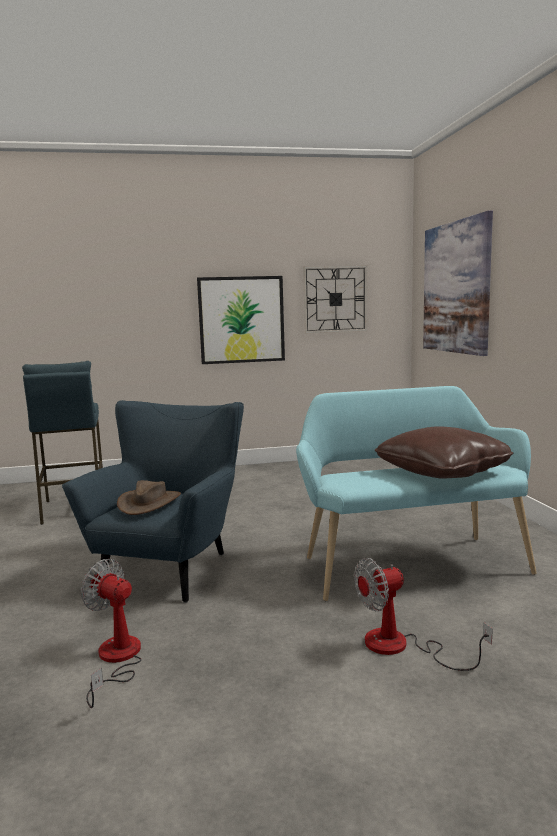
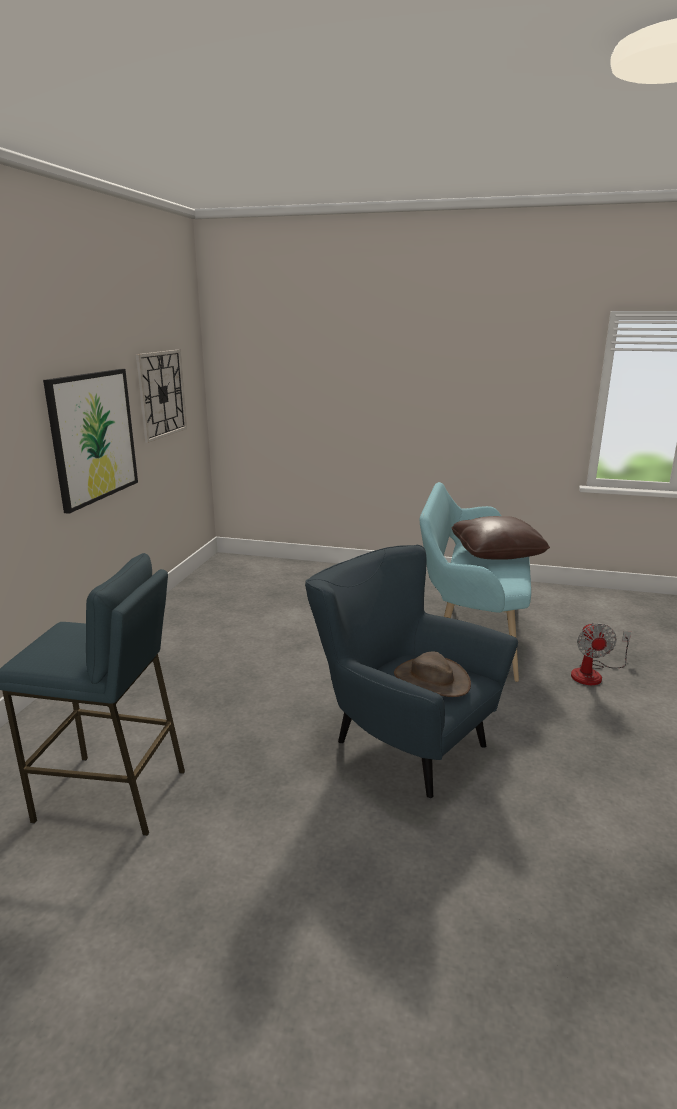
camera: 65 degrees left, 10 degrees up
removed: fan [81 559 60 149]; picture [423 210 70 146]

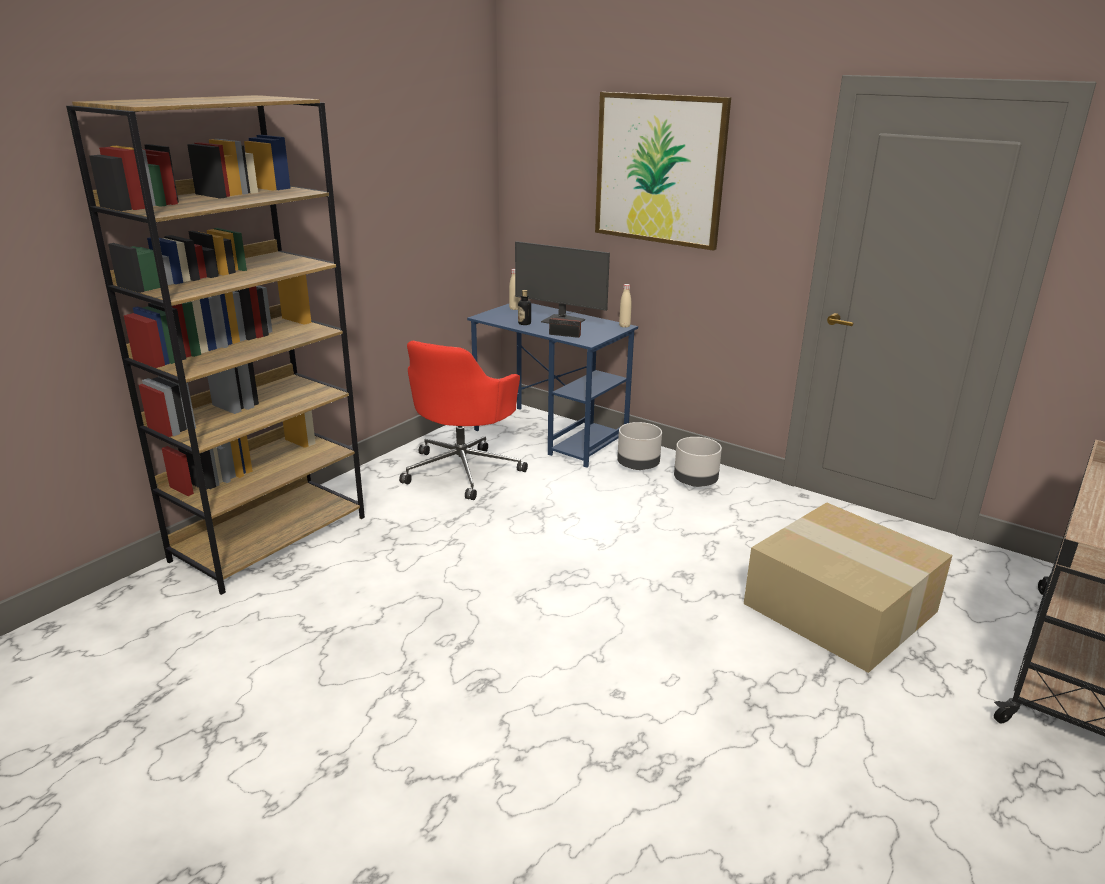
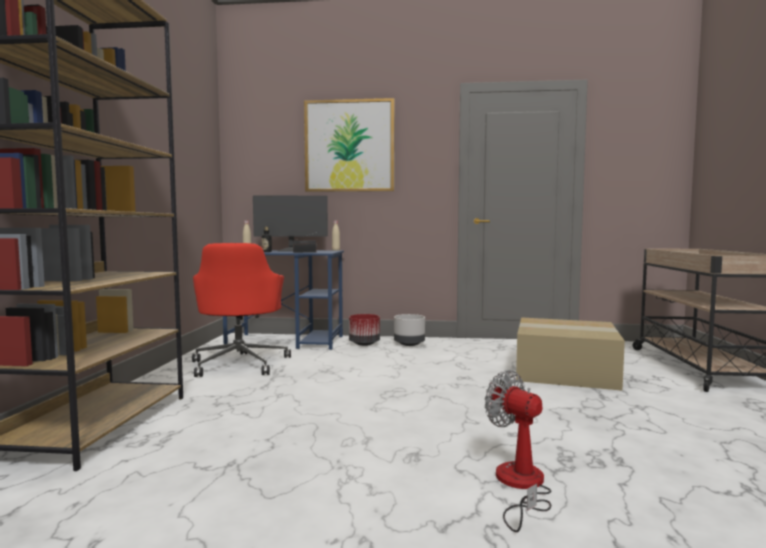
camera: 30 degrees left, 20 degrees down
added: fan [485 370 67 162]
recoloured: greyish_plant_pot [617 422 45 48] to red-coloured_plant_pot [349 314 31 32]

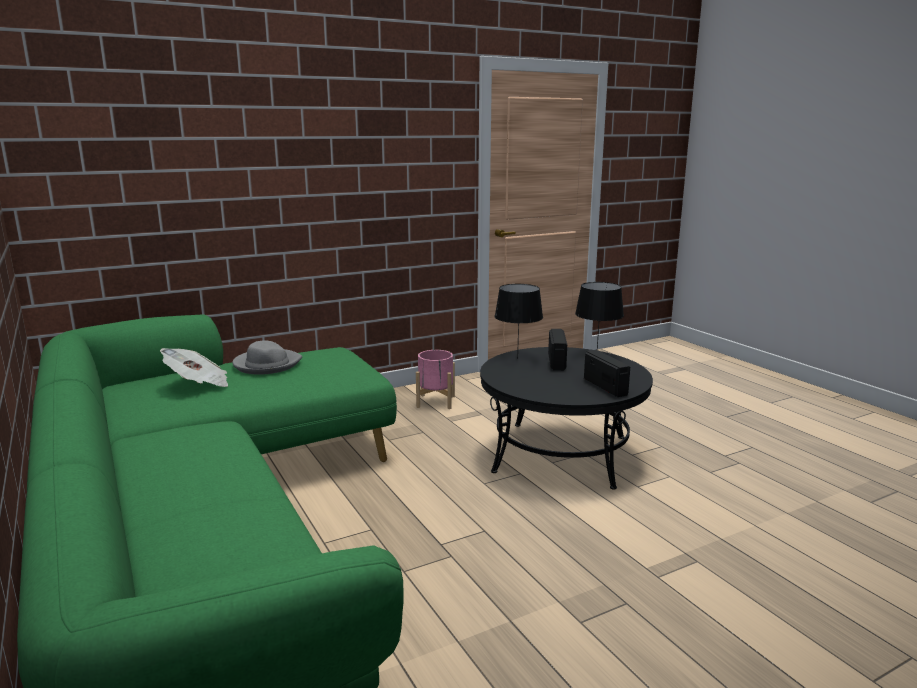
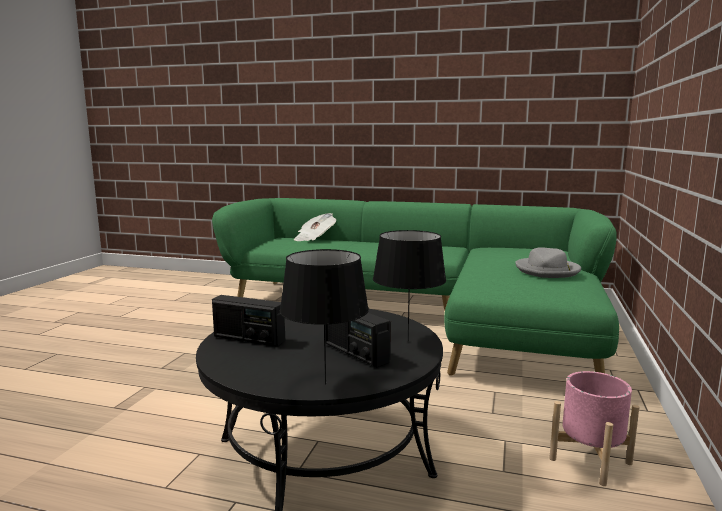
camera: 135 degrees right, 5 degrees down
moved: printed_paper [160 348 68 39] to [294 213 42 28]

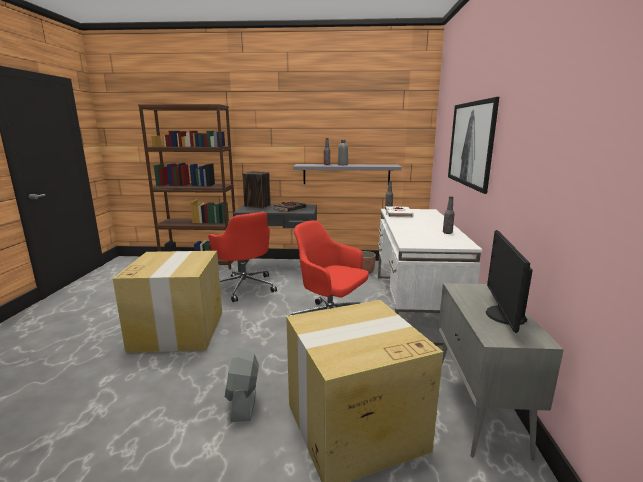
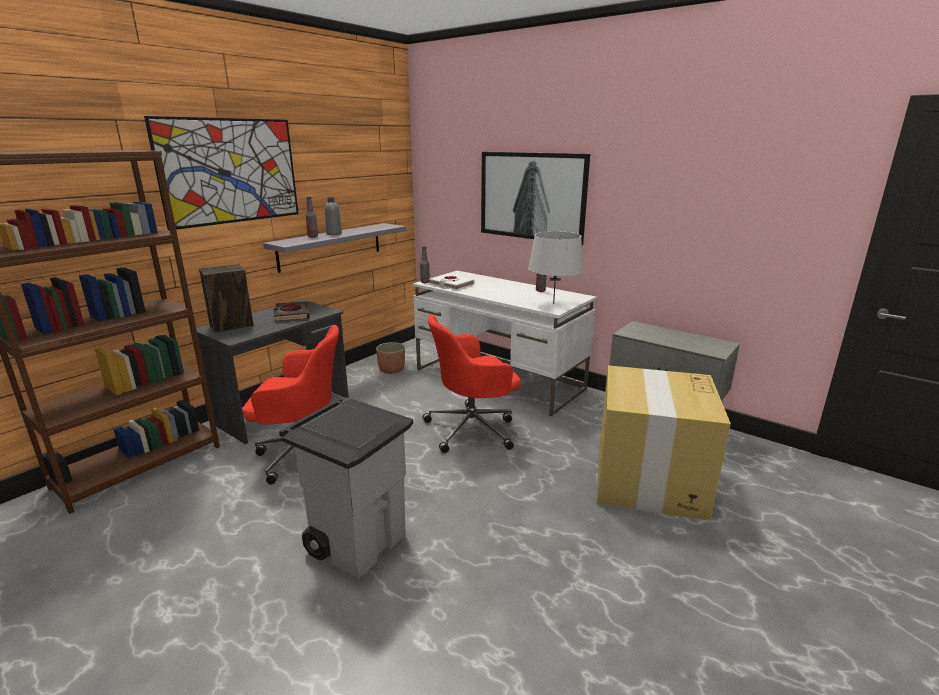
camera: 55 degrees left, 5 degrees up
removed: greyish_fan [225 348 34 74]; computer_screen [486 230 47 103]
added: picture [144 116 155 114]; greyish_tabletop_lamp [528 231 56 73]
replaced: carton [113 251 109 102] to greyish_waste_bin [279 398 134 181]

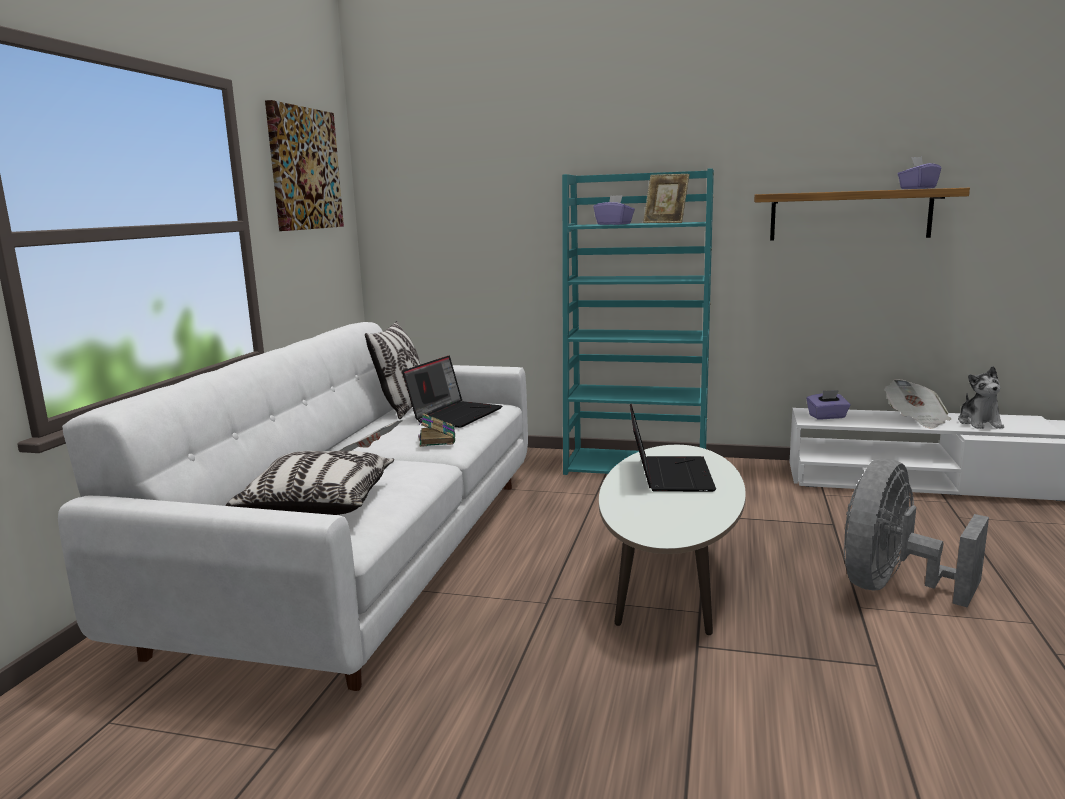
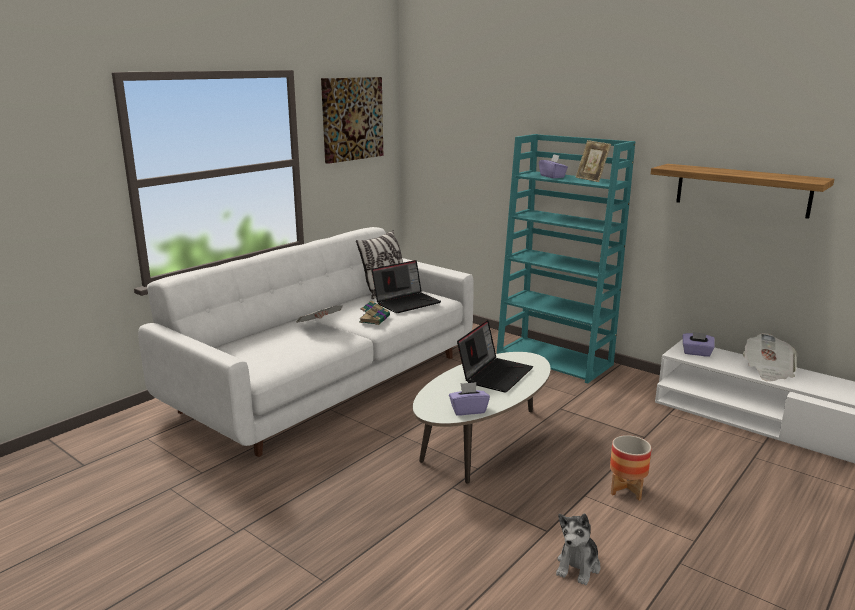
camera: 25 degrees right, 5 degrees up
removed: pillow [226 451 168 64]
moved: purple_tissue_holder [898 157 43 32] to [449 382 41 33]; plush_toy [958 366 46 63] to [556 513 45 72]
replaced: greyish_fan [844 459 145 149] to plant_pot [610 435 42 66]

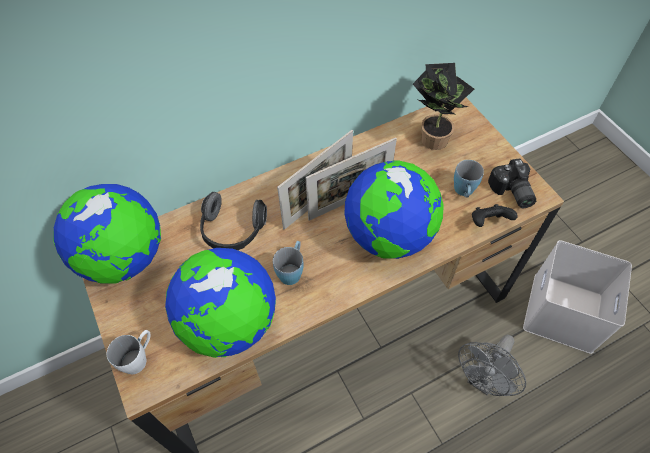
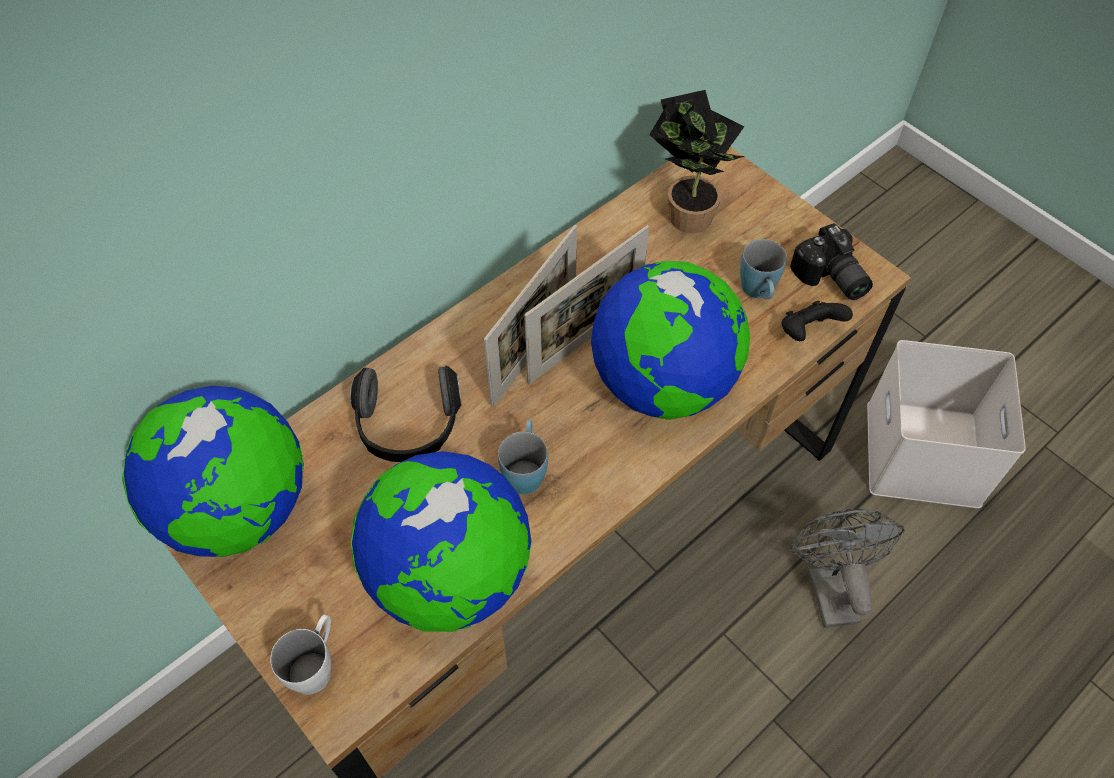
camera: 15 degrees left, 0 degrees up
turned: greyish_fan [458 335 68 61] = [790 509 115 119] 150 degrees clockwise

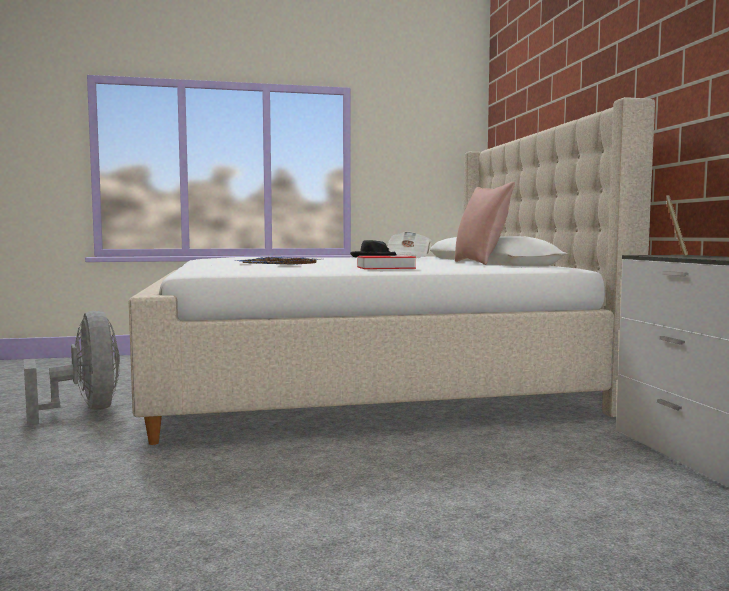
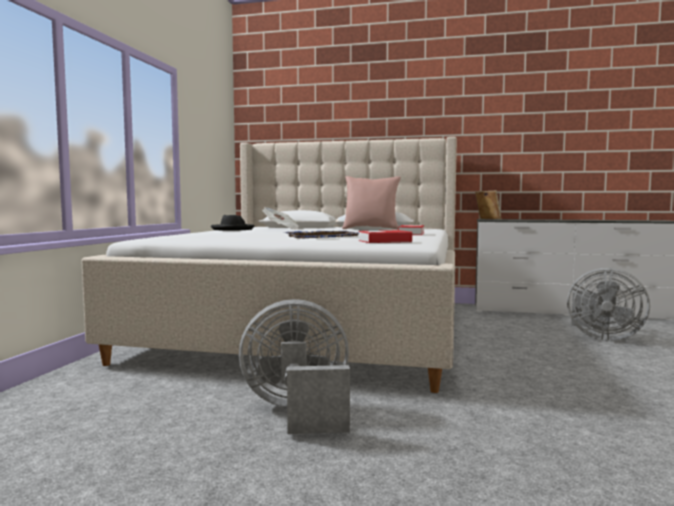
camera: 65 degrees left, 0 degrees up
added: book [359 230 53 13]; greyish_fan [567 268 83 73]

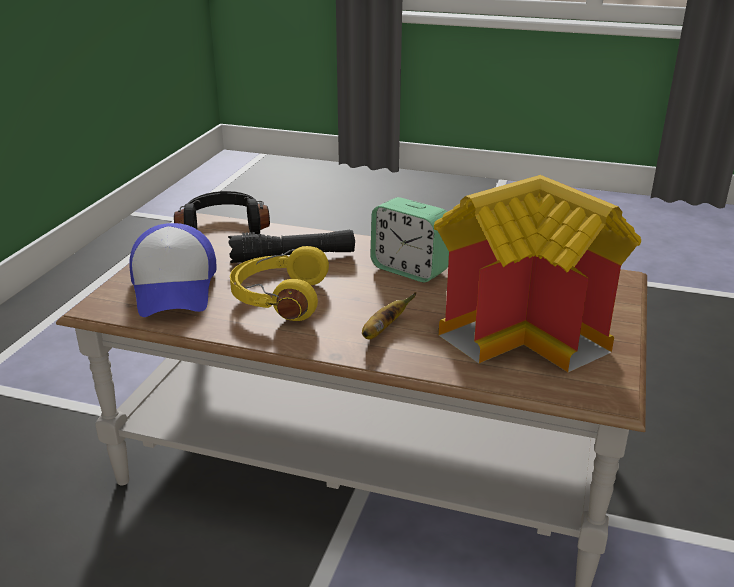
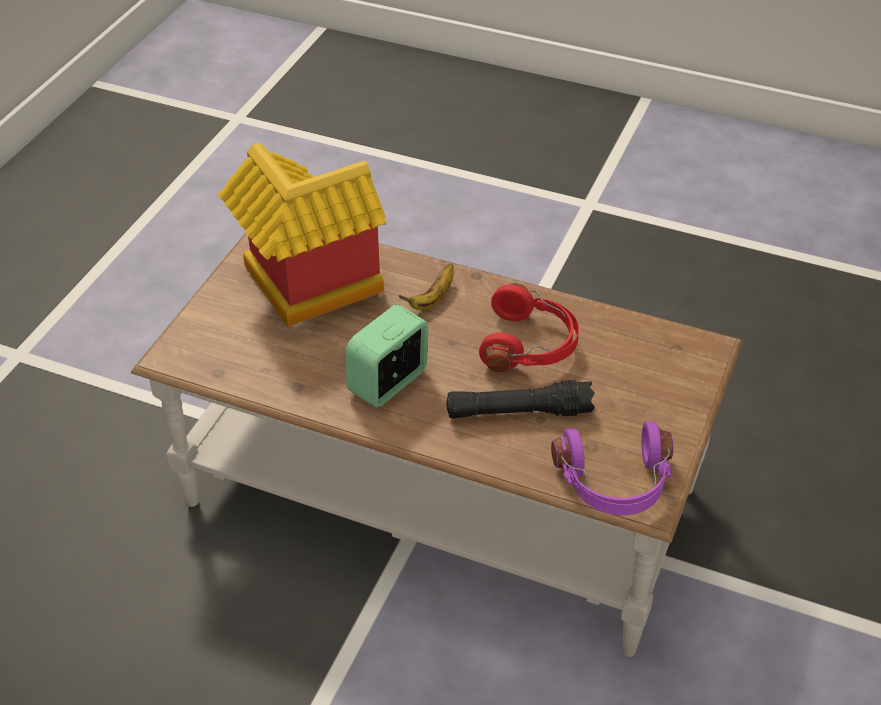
camera: 175 degrees left, 15 degrees up
removed: cap [129 223 87 94]
recoloured: yellow_headset [230 246 99 75] to red-coloured_headset [479 283 100 89]; blackish_headset [174 191 96 43] to purple_headset [551 421 122 95]
turned: table_clock [370 197 79 85] = [346 304 82 103] 90 degrees counterclockwise

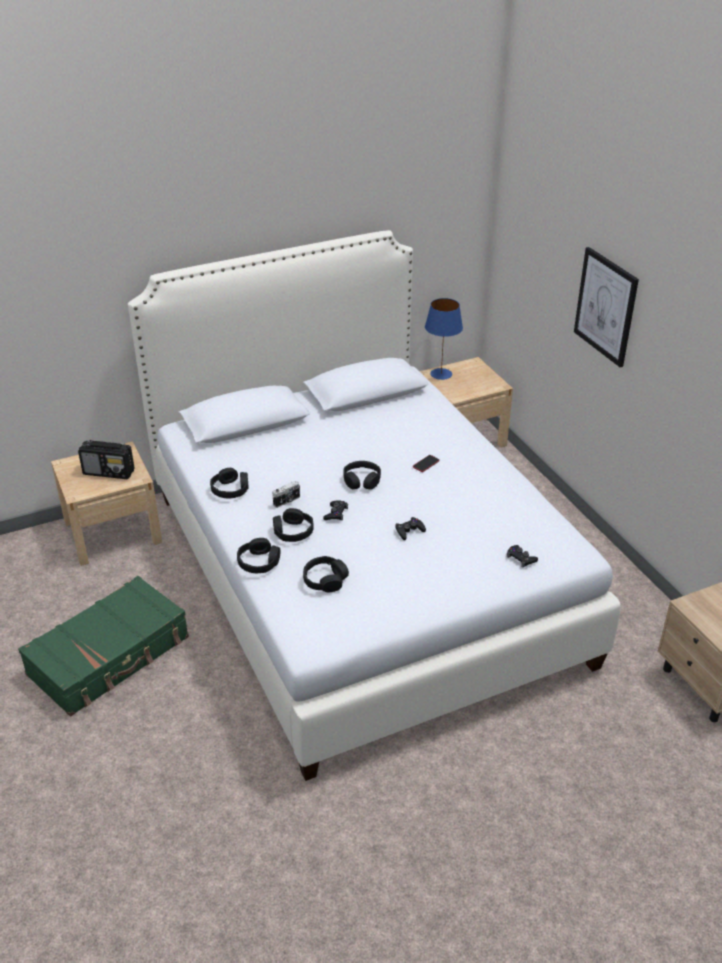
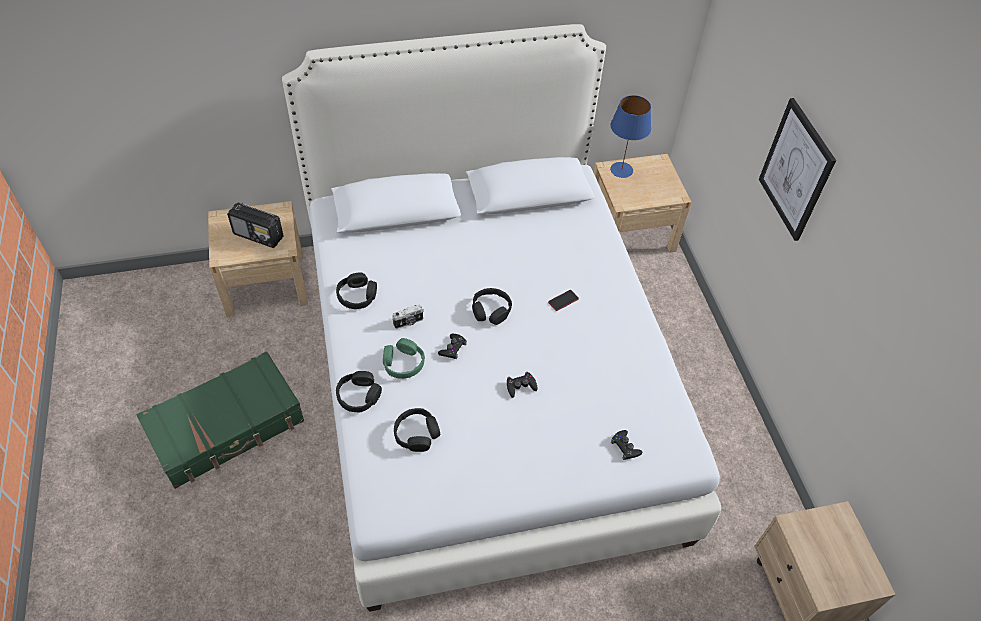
camera: 10 degrees right, 15 degrees up
recoloured: blackish_headset [273 508 41 34] to greenish_headset [383 338 42 41]

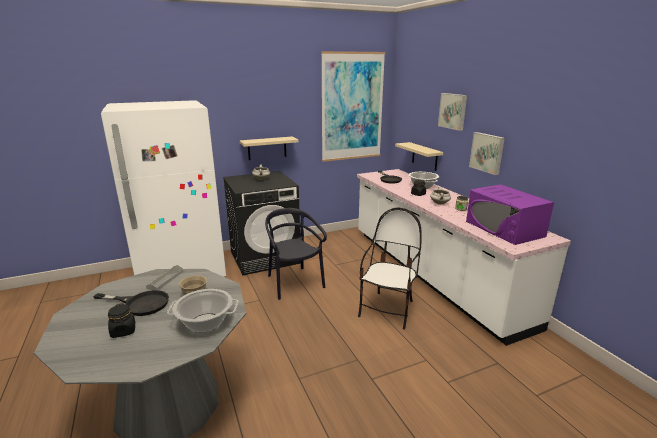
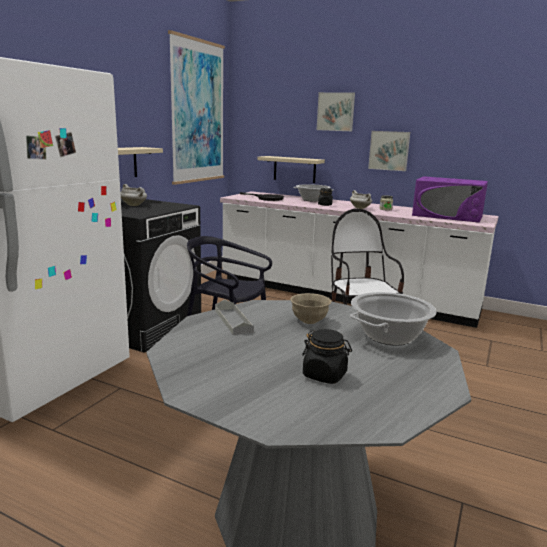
camera: 40 degrees left, 5 degrees down
removed: blackish_pan [93 290 76 26]

